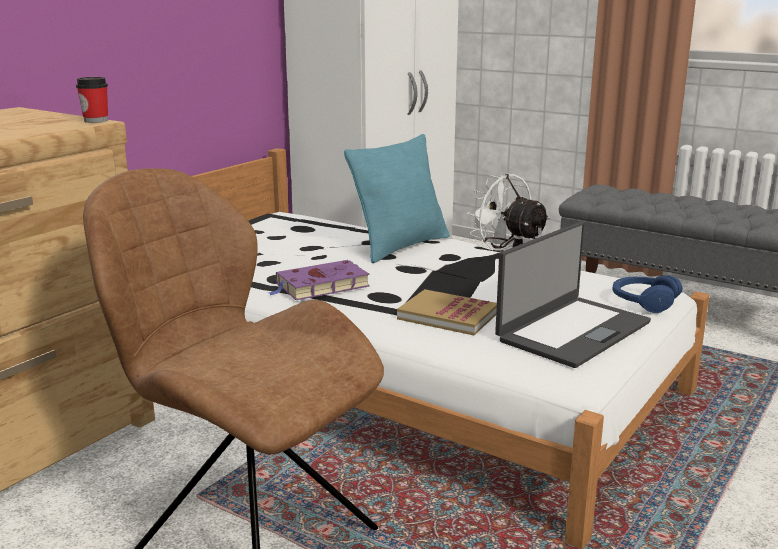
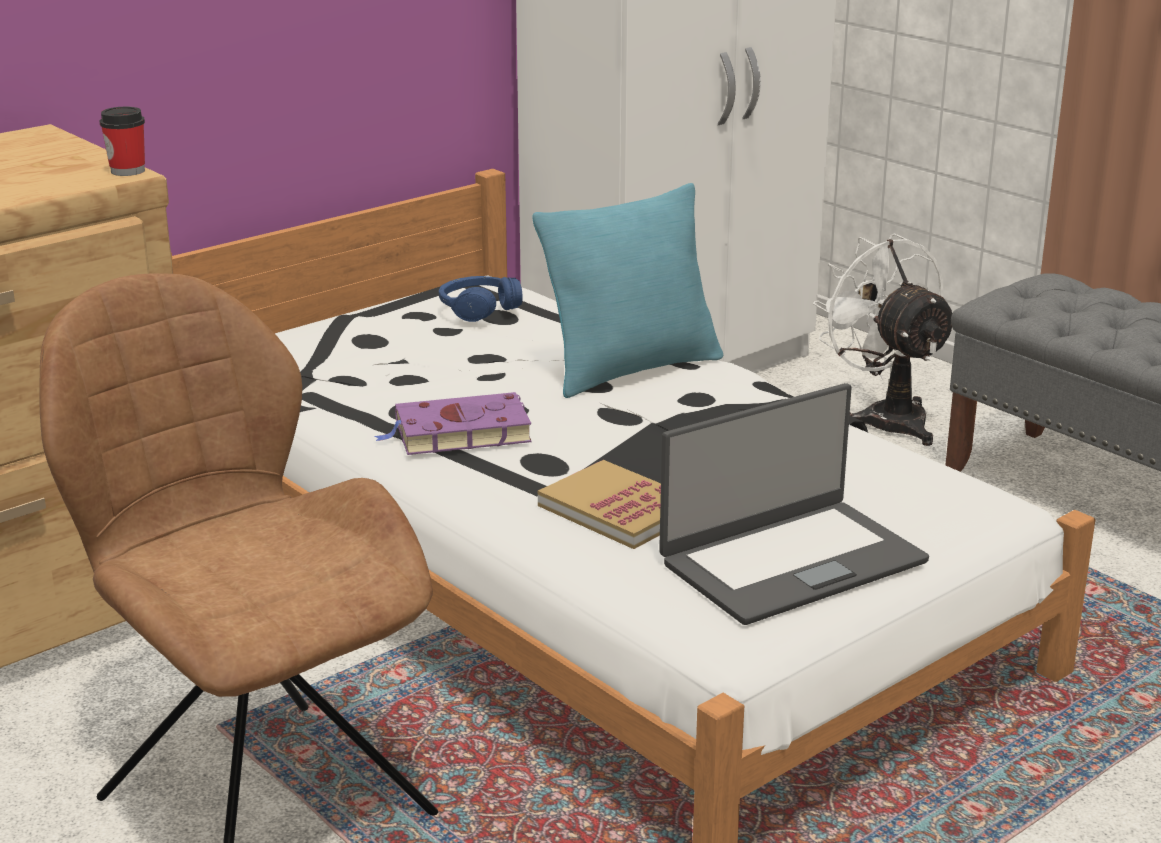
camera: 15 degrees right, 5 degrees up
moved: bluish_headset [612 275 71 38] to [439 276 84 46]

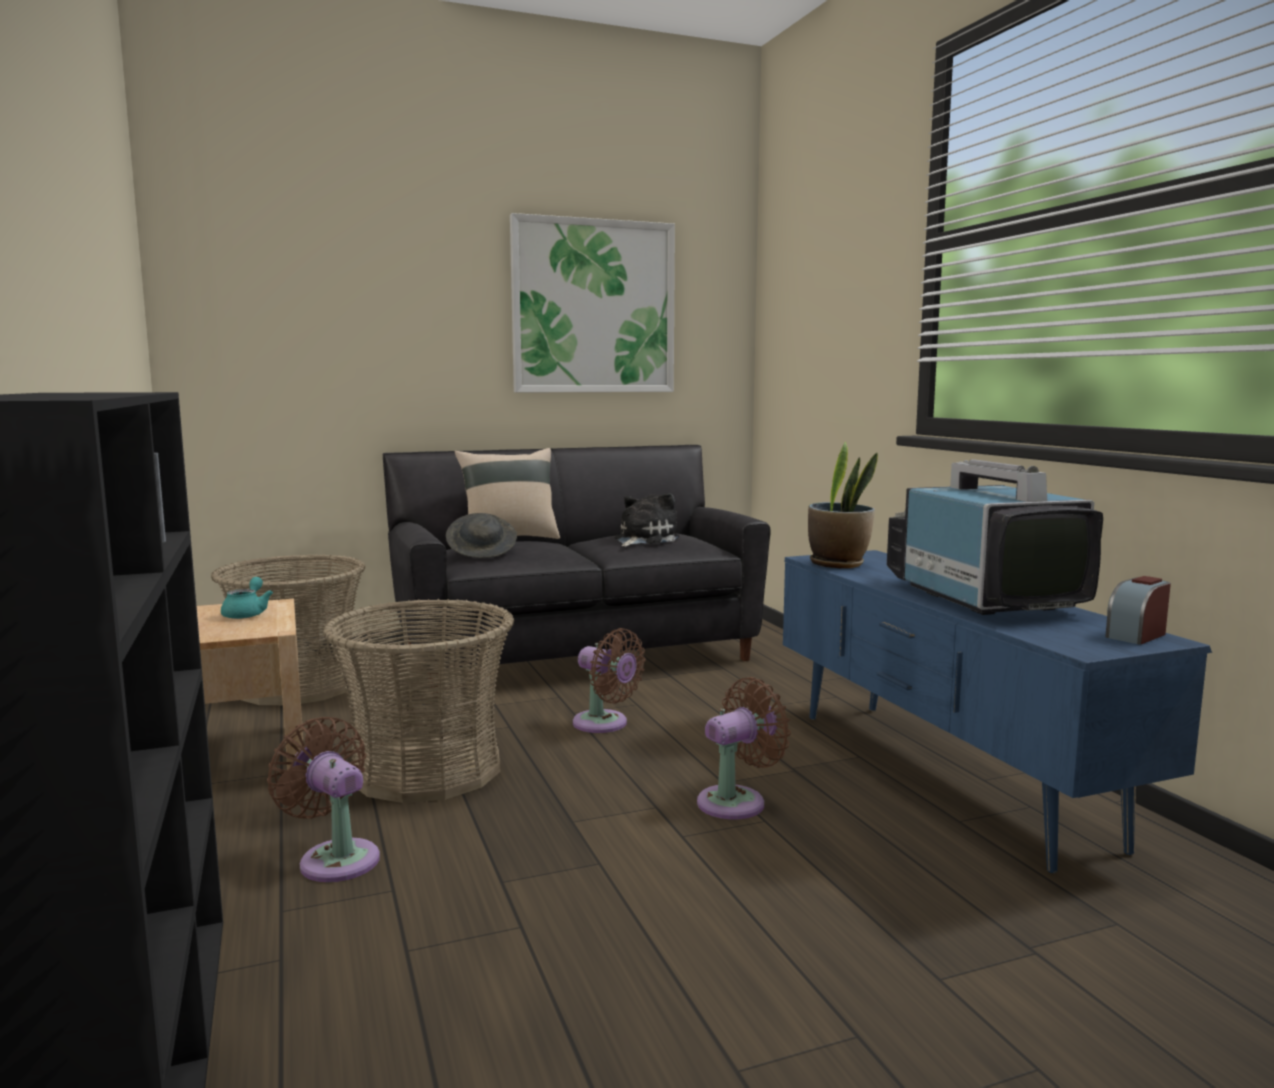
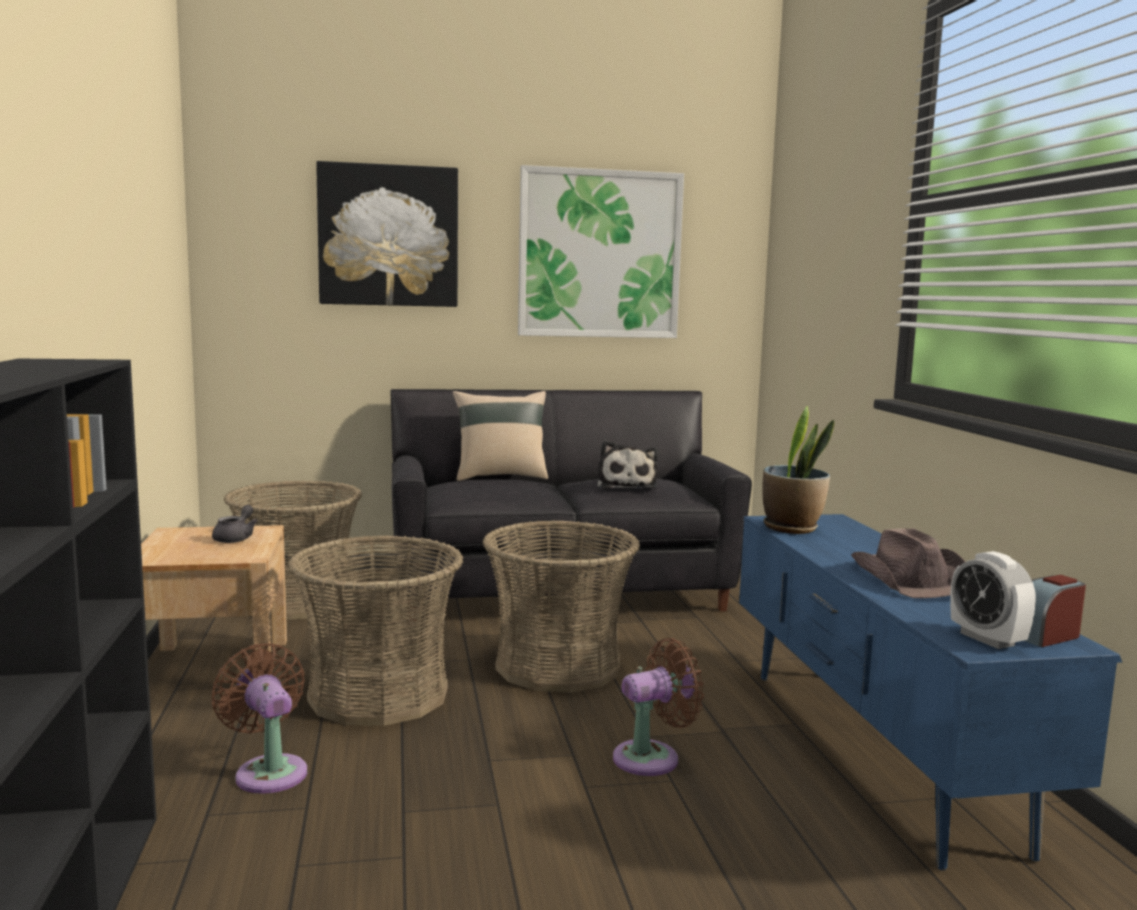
camera: 10 degrees right, 0 degrees up
removed: greyish_clothing_hat [446 513 71 45]
added: picture [316 161 142 146]; table_clock [950 551 86 98]
replaced: brown_fan [573 628 73 105] to basket [483 520 157 173]; TV [887 459 216 156] to brown_clothing_hat [851 528 115 70]
recoloured: turquoise_tea_pot [221 577 52 42] to greyish_tea_pot [212 505 46 38]
turned: plush_toy [614 493 65 54] = [598 440 60 49] 135 degrees clockwise

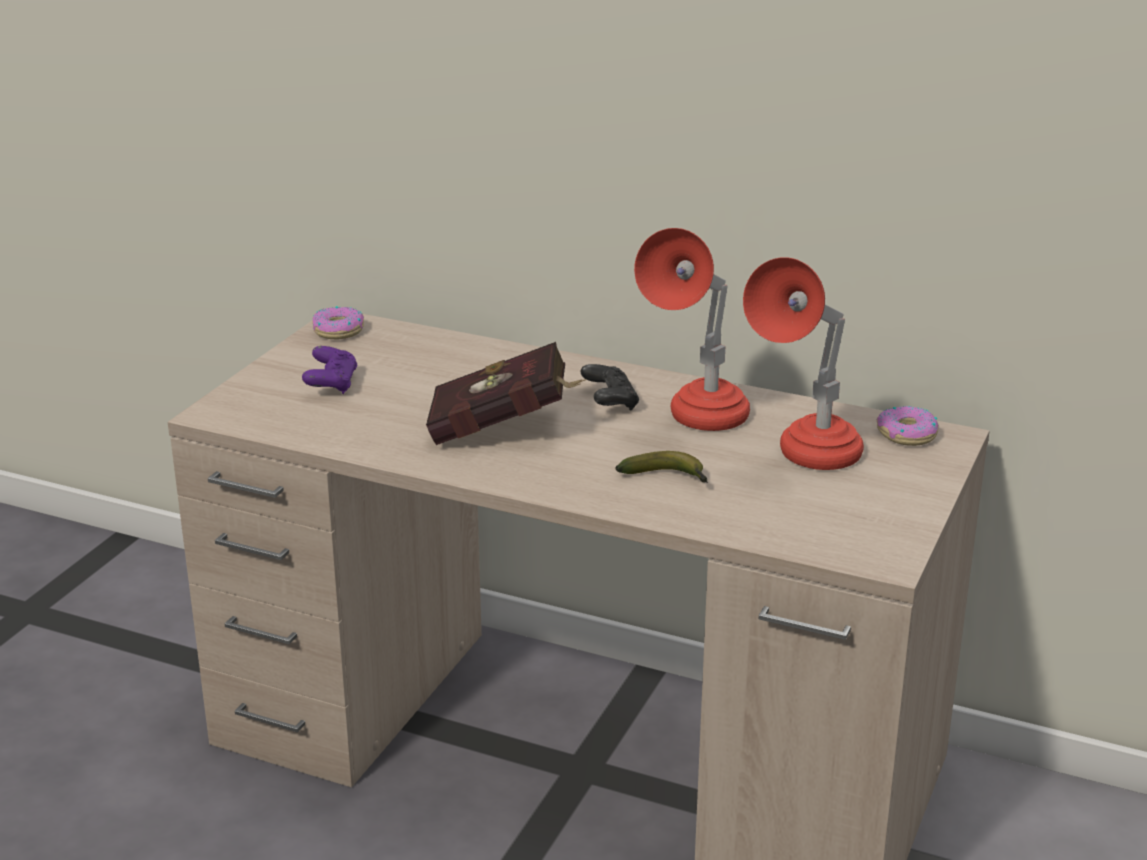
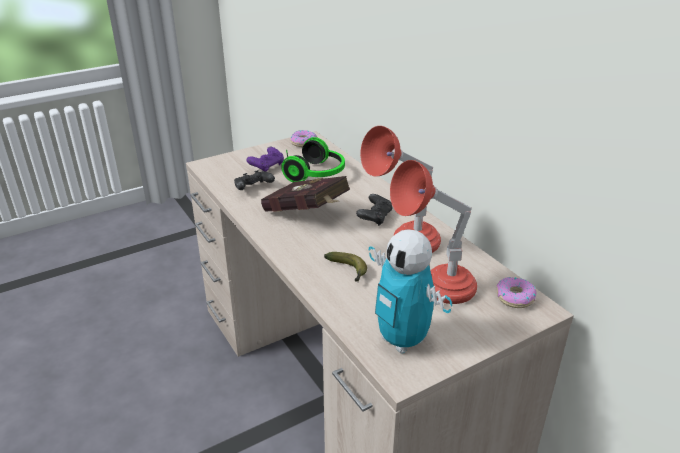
camera: 35 degrees right, 5 degrees up
added: blackish_joypad [234 170 41 20]; headset [281 137 64 46]; model_robot [369 229 83 125]

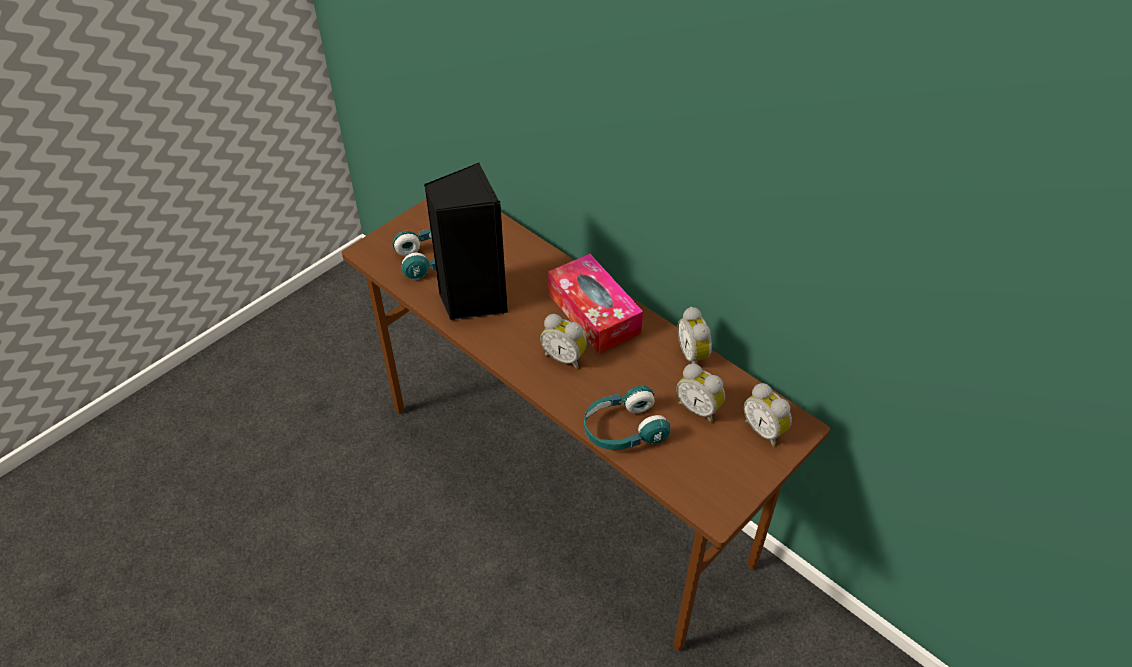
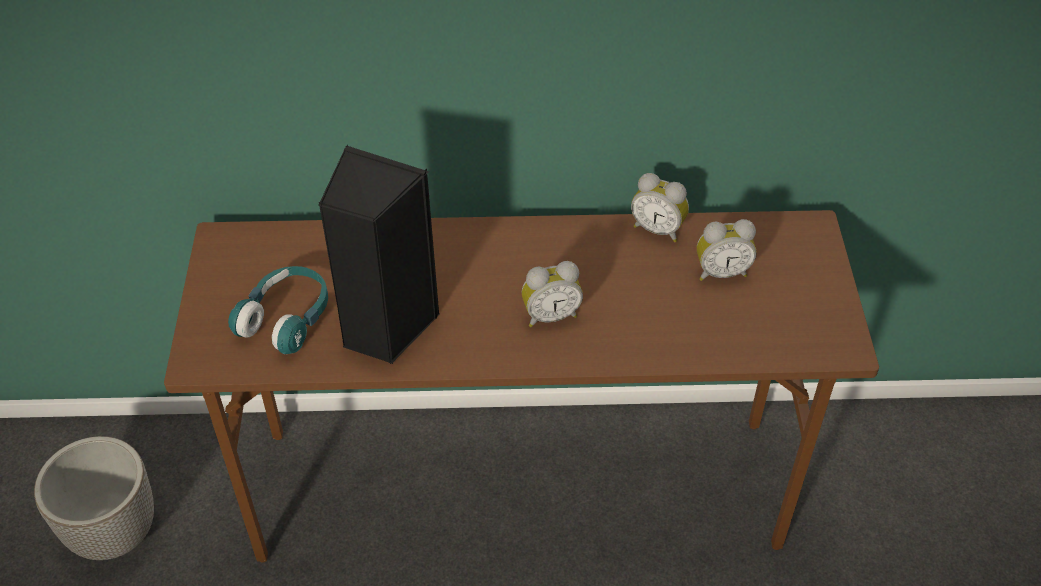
camera: 45 degrees left, 0 degrees up
removed: tissue_holder [548 254 95 100]; turquoise_headset [584 386 86 64]; table_clock [744 383 48 64]
added: plant_pot [34 436 120 124]

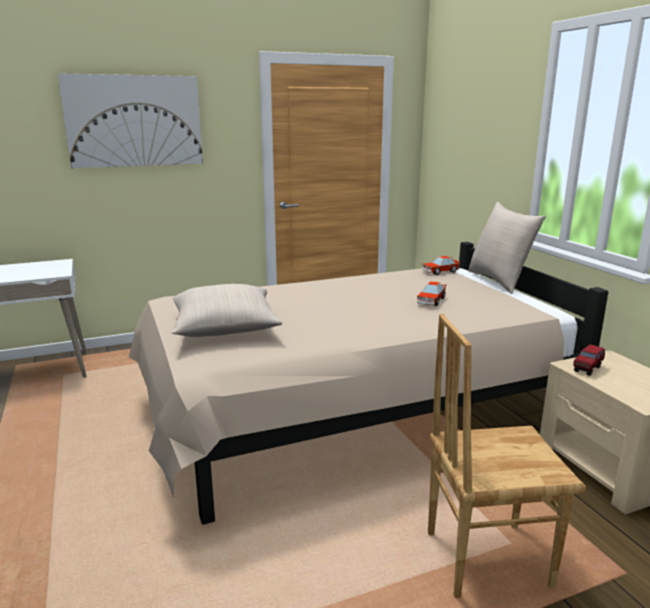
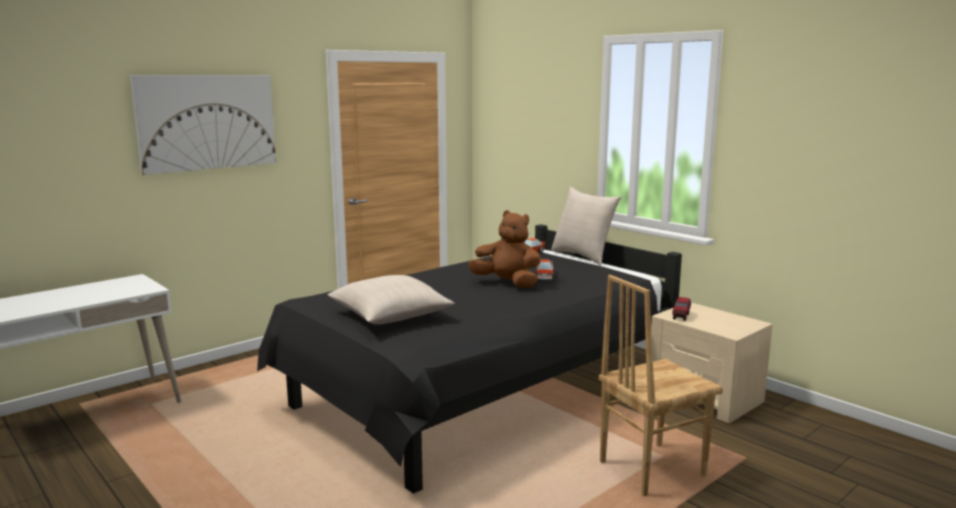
camera: 20 degrees left, 5 degrees down
added: brown_plush_toy [468 210 73 78]
recoloured: beige-coloured_bed [129 242 479 283] to blackish_bed [257 224 425 269]

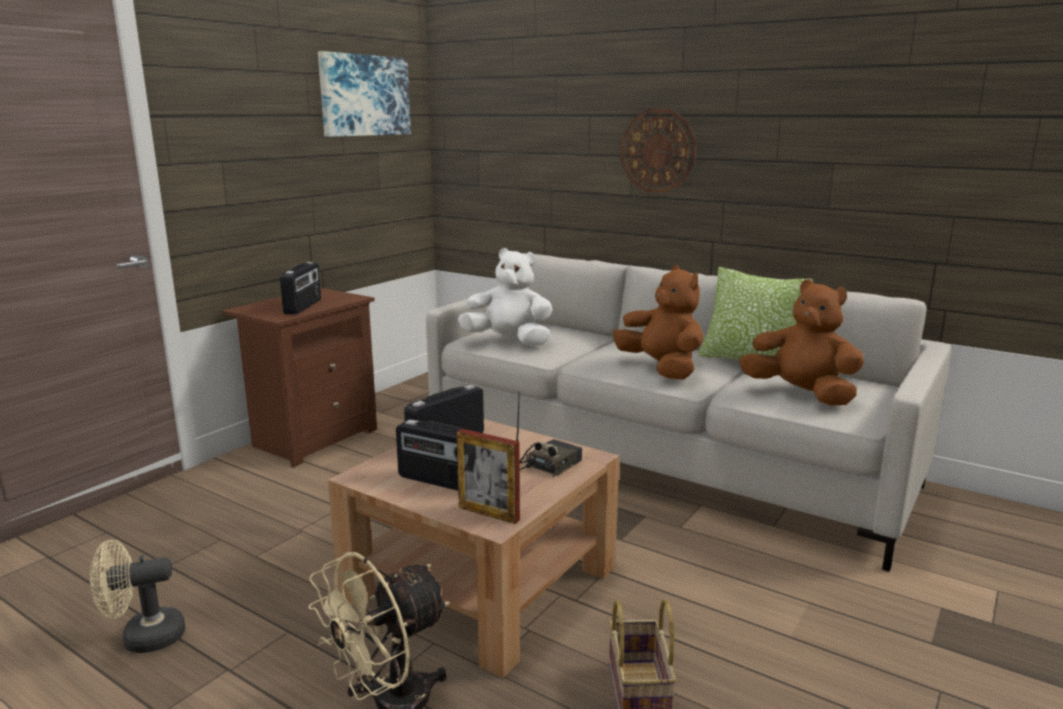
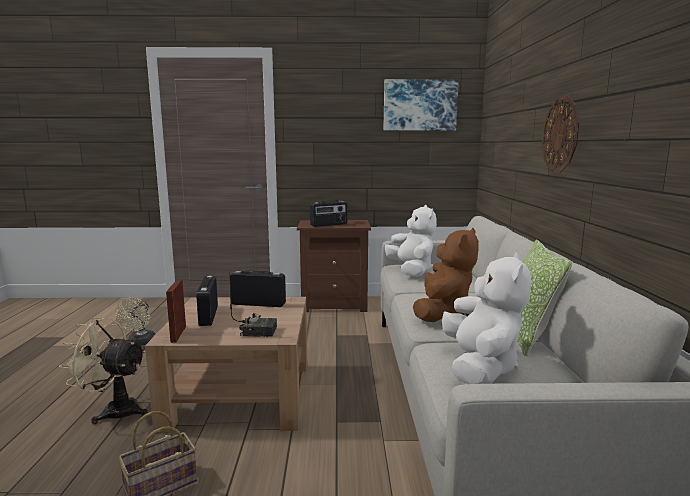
camera: 55 degrees right, 5 degrees down
recoloured: brown_plush_toy [739 279 125 127] to white_plush_toy [442 253 89 131]
turned: beige-coloured_fan [90 540 95 113] = [115 298 41 47] 120 degrees counterclockwise

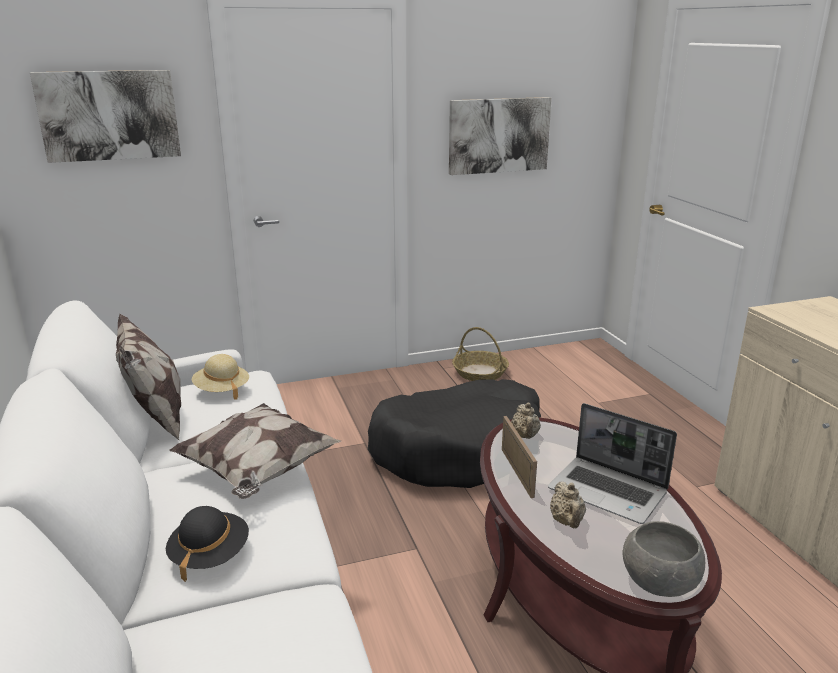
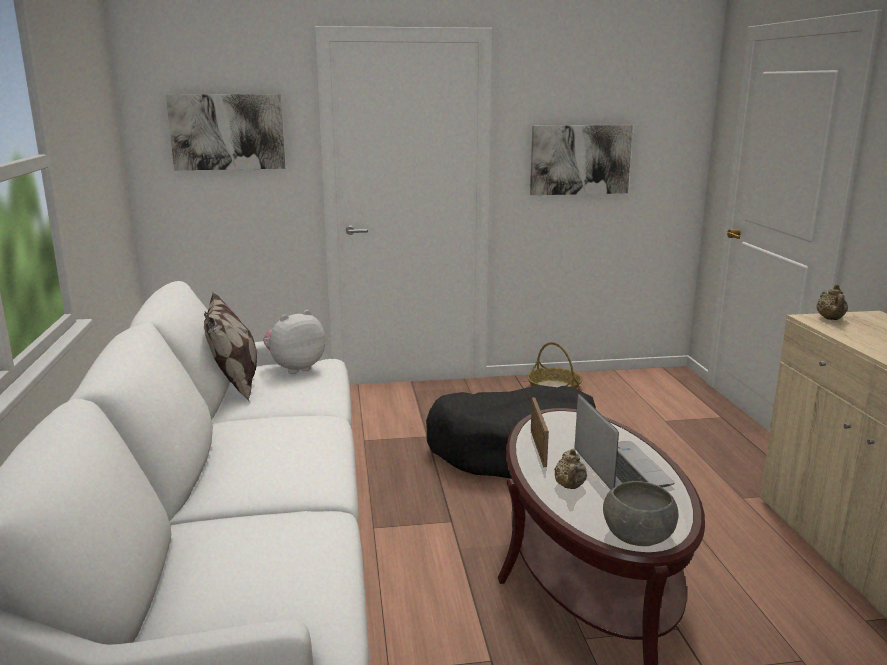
camera: 10 degrees right, 5 degrees down
removed: blackish_clothing_hat [166 506 83 76]; pillow [169 403 172 96]
moved: beige-coloured_tea_pot [511 403 30 36] to [817 284 31 36]
replaced: beige-coloured_clothing_hat [192 354 57 46] to plush_toy [263 310 63 64]
turned: laptop [548 403 129 121] = [575 394 100 96] 150 degrees counterclockwise

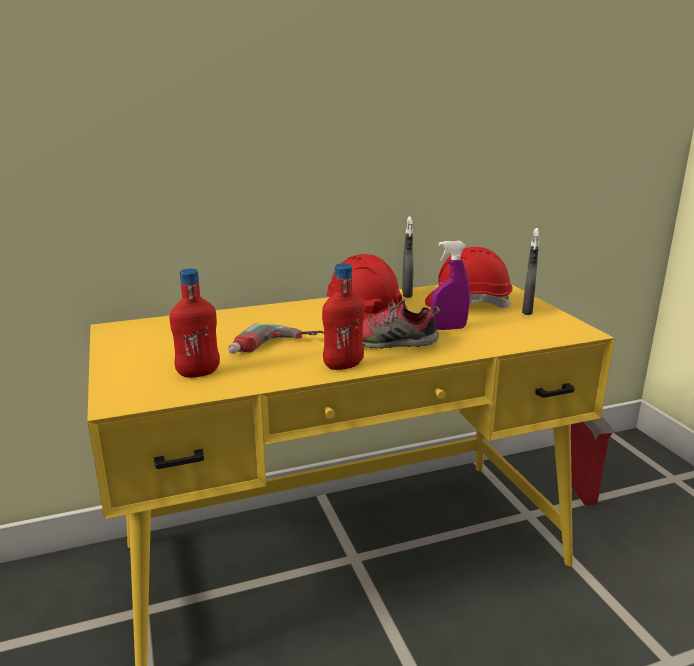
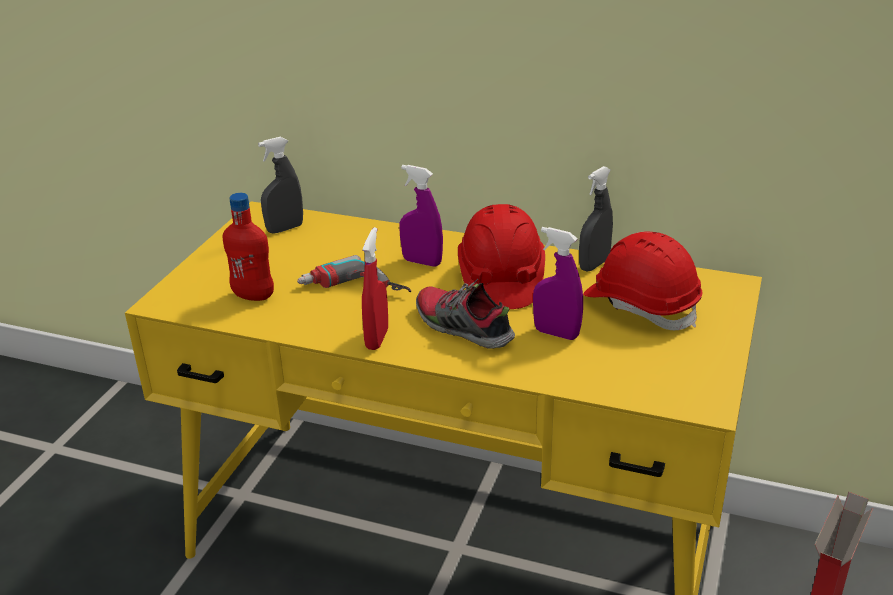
camera: 40 degrees right, 10 degrees up
added: purple_sprayer [399 165 44 102]
moved: greyish_sprayer [522 228 17 87] to [258 137 45 97]
replaced: red-coloured_bottle [322 263 42 107] to red-coloured_sprayer [362 227 26 123]

